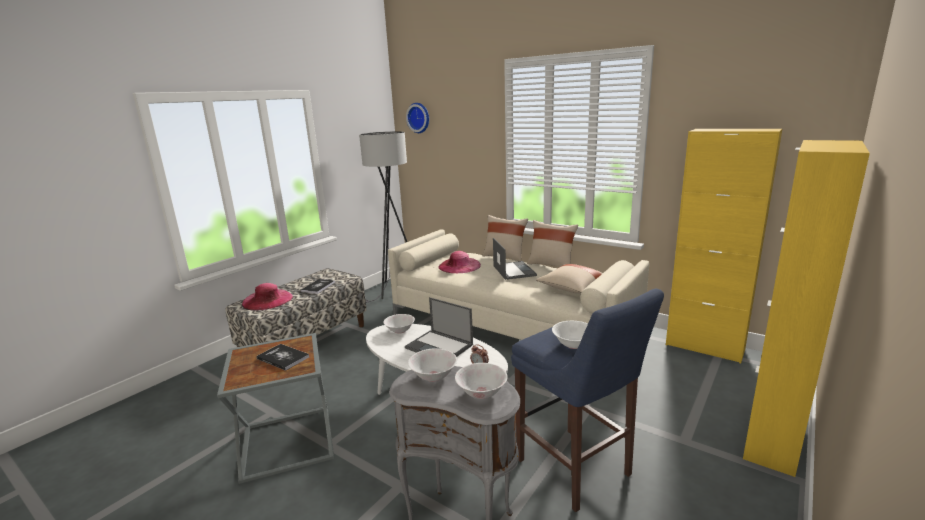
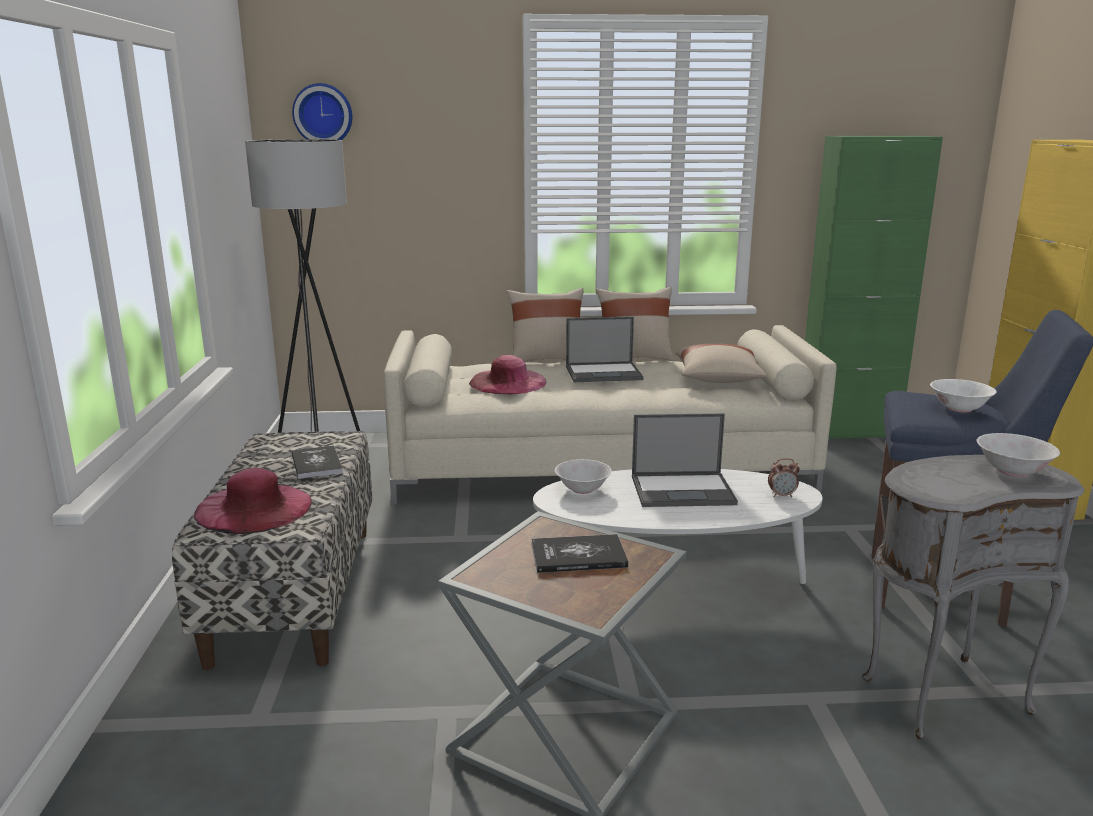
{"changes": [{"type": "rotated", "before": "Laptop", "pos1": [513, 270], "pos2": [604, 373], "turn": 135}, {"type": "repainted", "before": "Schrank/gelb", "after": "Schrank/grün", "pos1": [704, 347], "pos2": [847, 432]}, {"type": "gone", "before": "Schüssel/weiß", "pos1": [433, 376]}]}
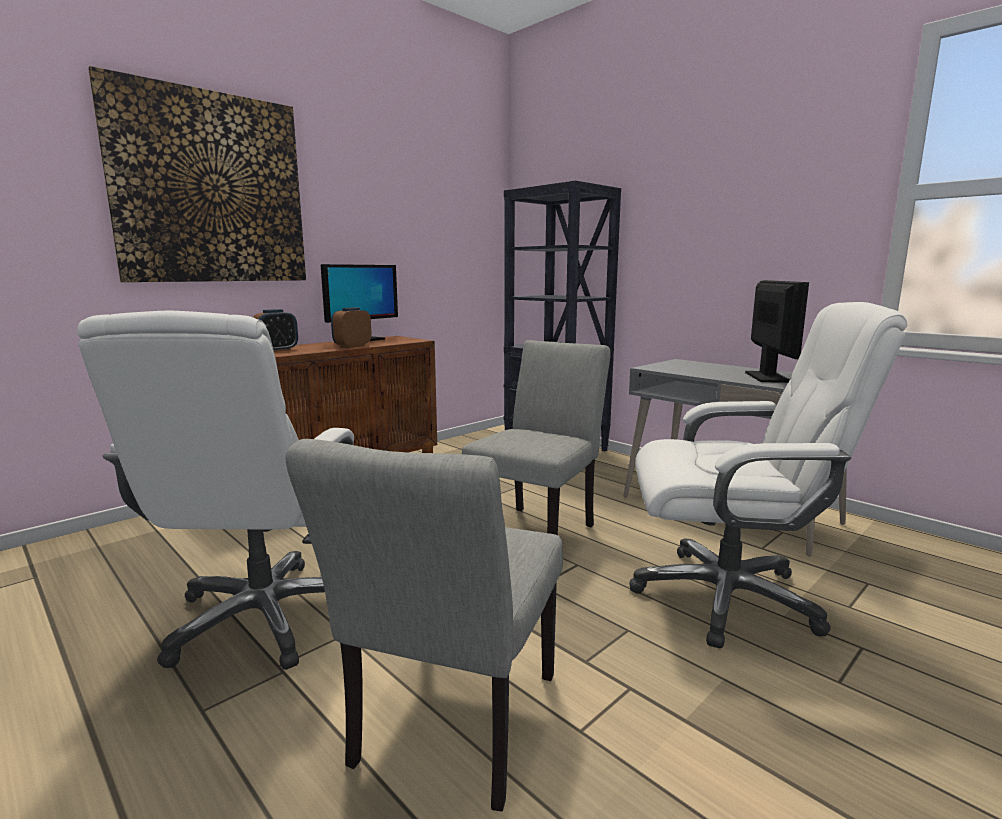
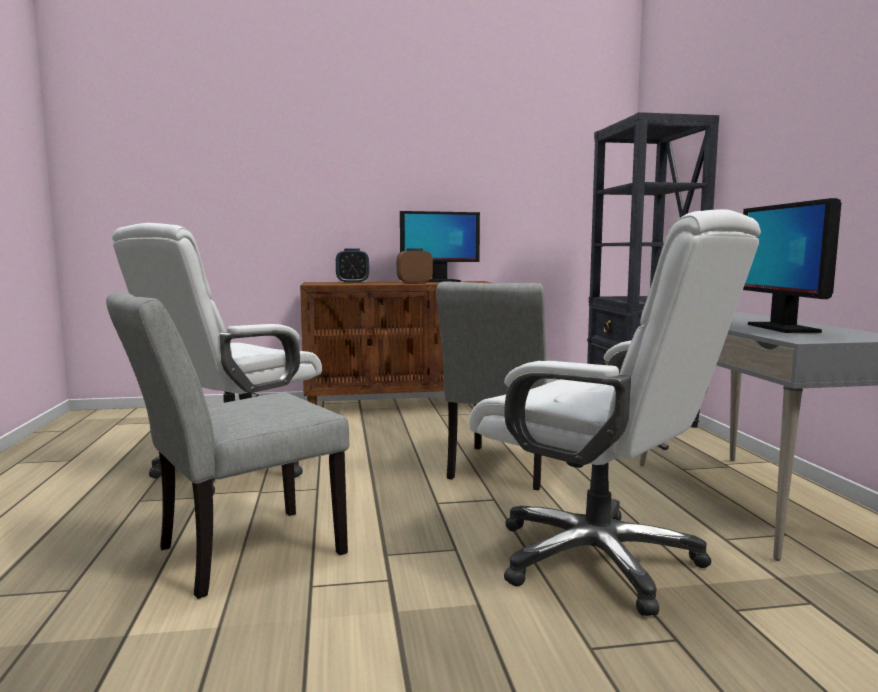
{"changes": [{"type": "rotated", "before": "Stuhl/grau", "pos1": [538, 531], "pos2": [502, 470], "turn": 135}, {"type": "rotated", "before": "Monitor", "pos1": [767, 377], "pos2": [782, 328], "turn": 135}, {"type": "gone", "before": "Bild", "pos1": [210, 189]}]}
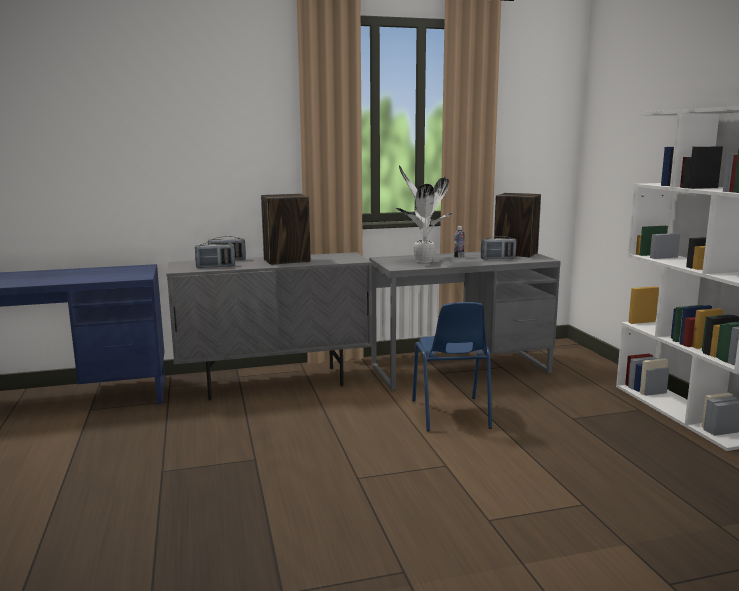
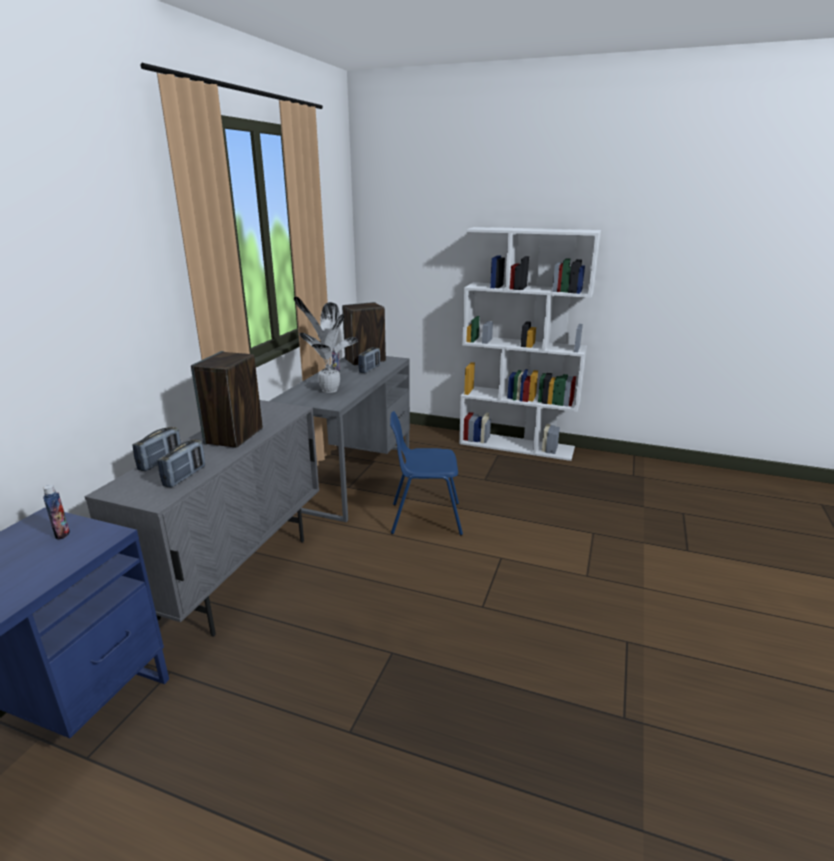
{"changes": [{"type": "new", "after": "Flasche", "pos2": [62, 534]}, {"type": "rotated", "before": "Stuhl/blau", "pos1": [450, 414], "pos2": [425, 518], "turn": 150}]}
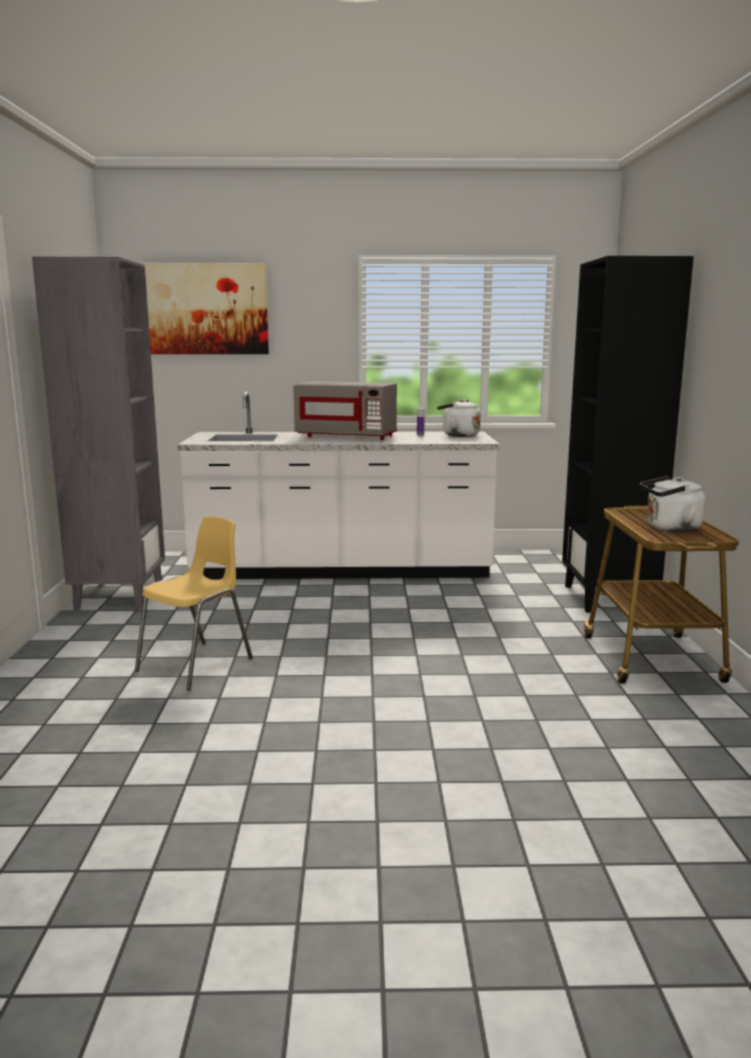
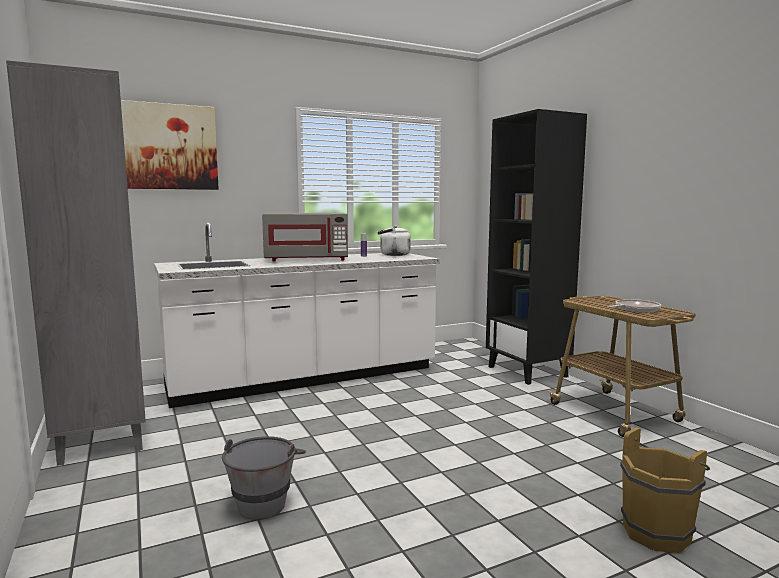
{"changes": [{"type": "swapped", "before": "Stuhl/gelb", "after": "Eimer/grau", "pos1": [197, 665], "pos2": [265, 500]}, {"type": "swapped", "before": "Wasserkessel/weiß", "after": "Pfanne", "pos1": [670, 528], "pos2": [635, 309]}, {"type": "new", "after": "Eimer/braun", "pos2": [659, 531]}]}
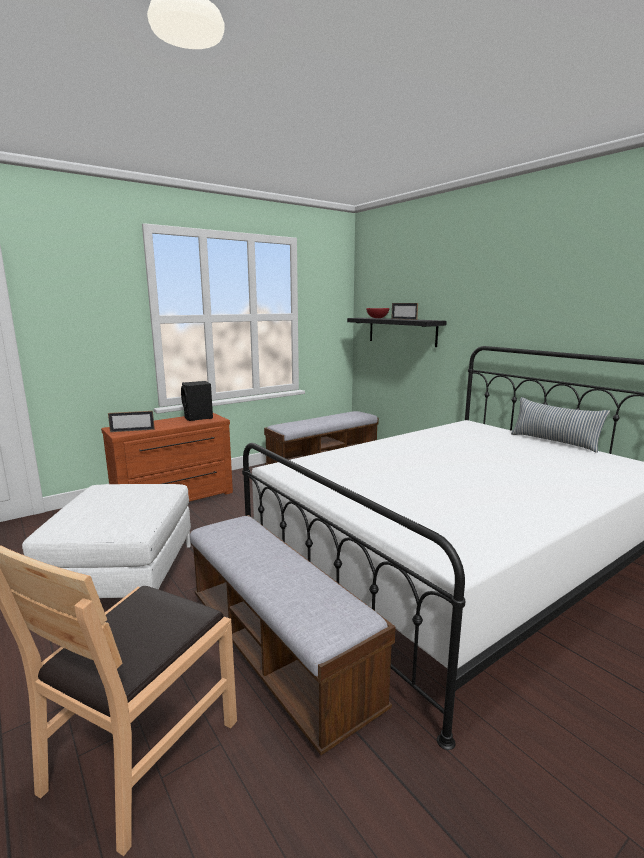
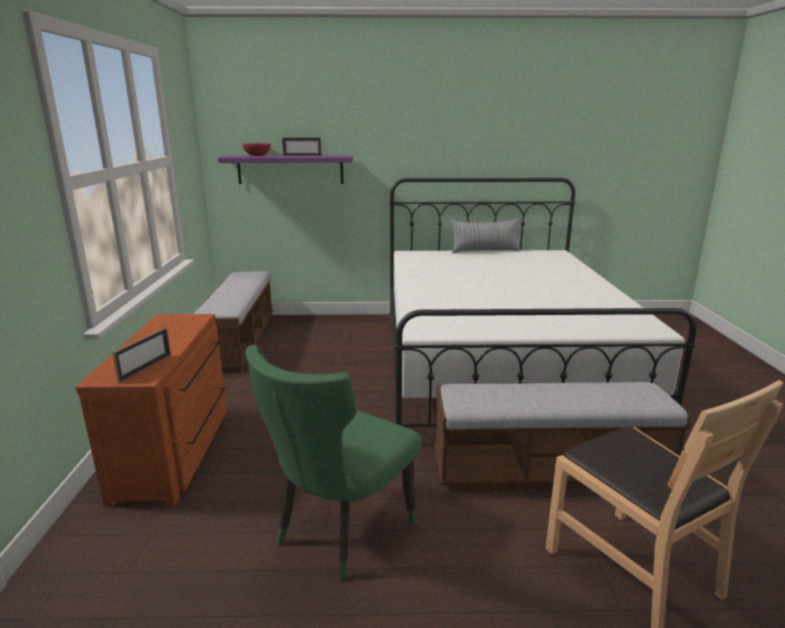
{"changes": [{"type": "repainted", "before": "Wandregal/schwarz", "after": "Wandregal/lila", "pos1": [401, 331], "pos2": [290, 169]}, {"type": "swapped", "before": "Polsterhocker/weiß", "after": "Stuhl/grün", "pos1": [123, 577], "pos2": [339, 532]}, {"type": "gone", "before": "Lautsprecher/schwarz", "pos1": [198, 418]}]}
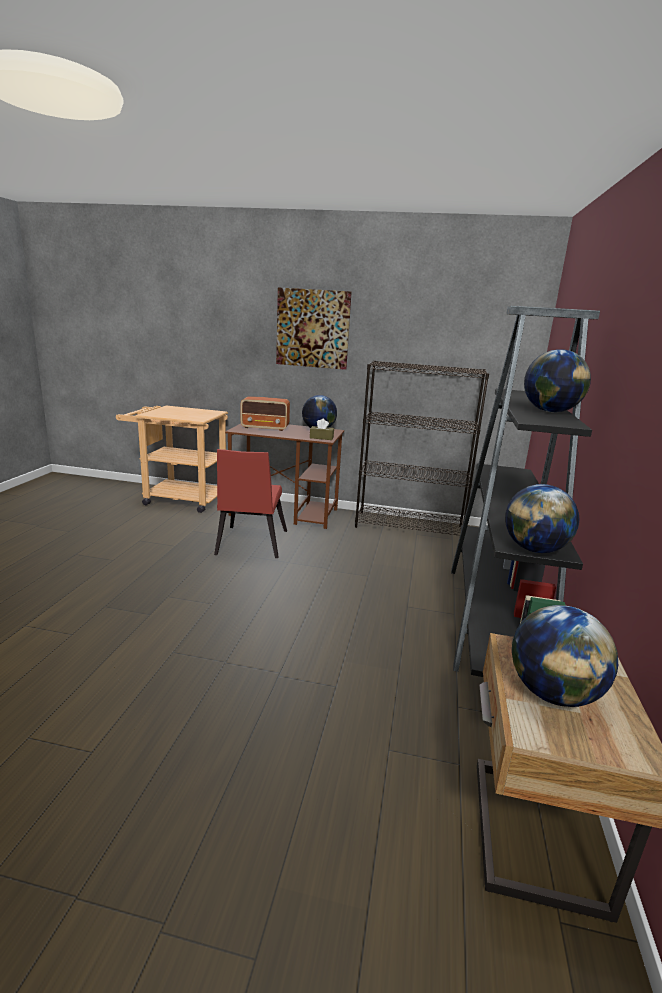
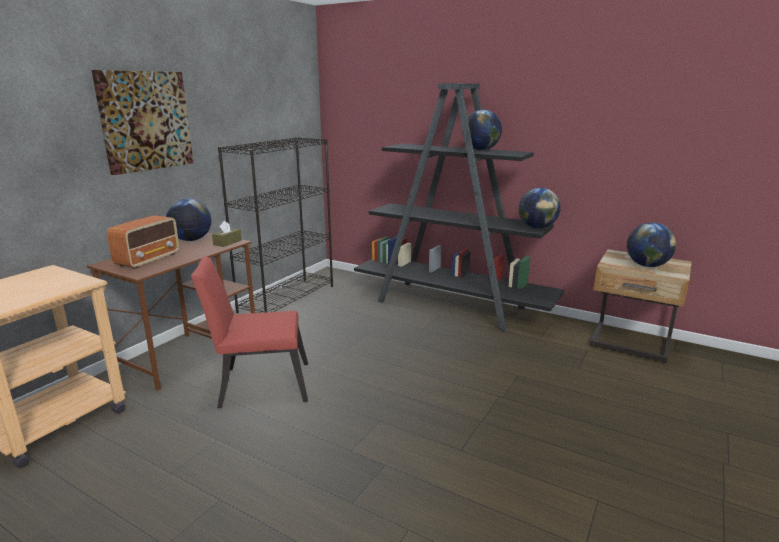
{"changes": [{"type": "rotated", "before": "Stuhl/rot", "pos1": [250, 544], "pos2": [258, 384], "turn": 150}]}
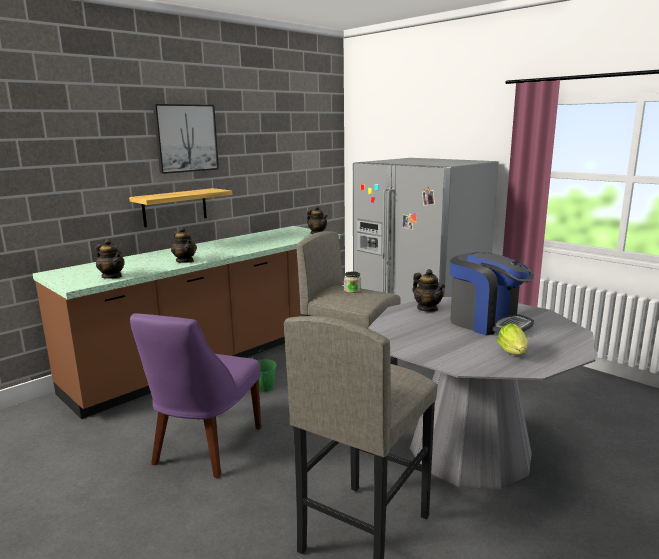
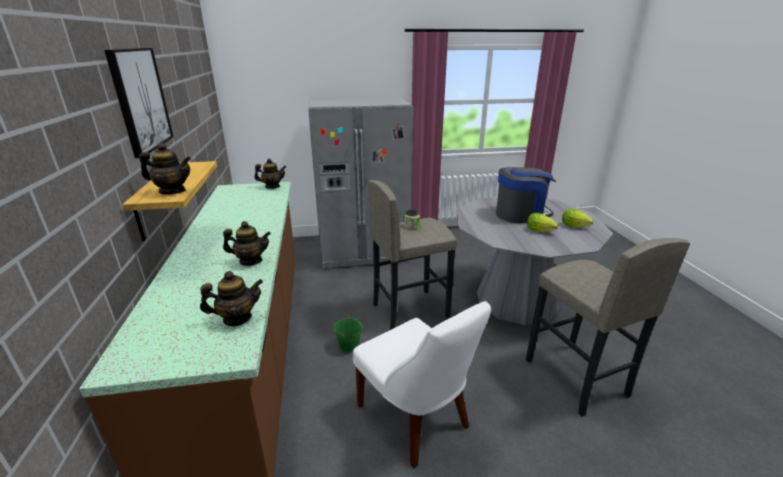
{"changes": [{"type": "shifted", "before": "Teekanne", "pos1": [427, 309], "pos2": [172, 191]}, {"type": "repainted", "before": "Stuhl/lila", "after": "Stuhl/weiß", "pos1": [205, 448], "pos2": [415, 419]}, {"type": "new", "after": "Salatkopf", "pos2": [541, 231]}]}
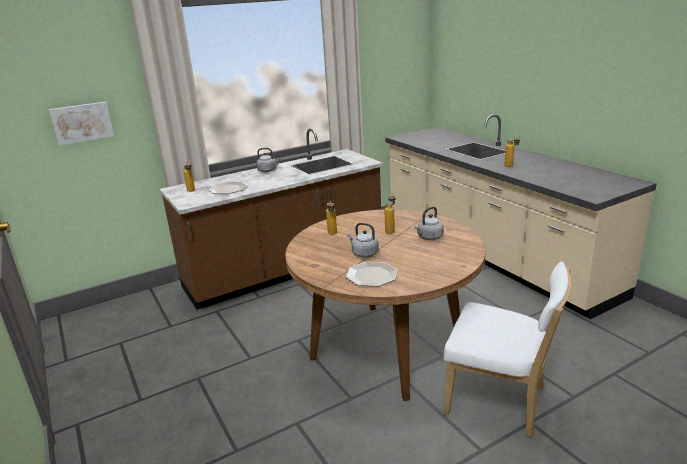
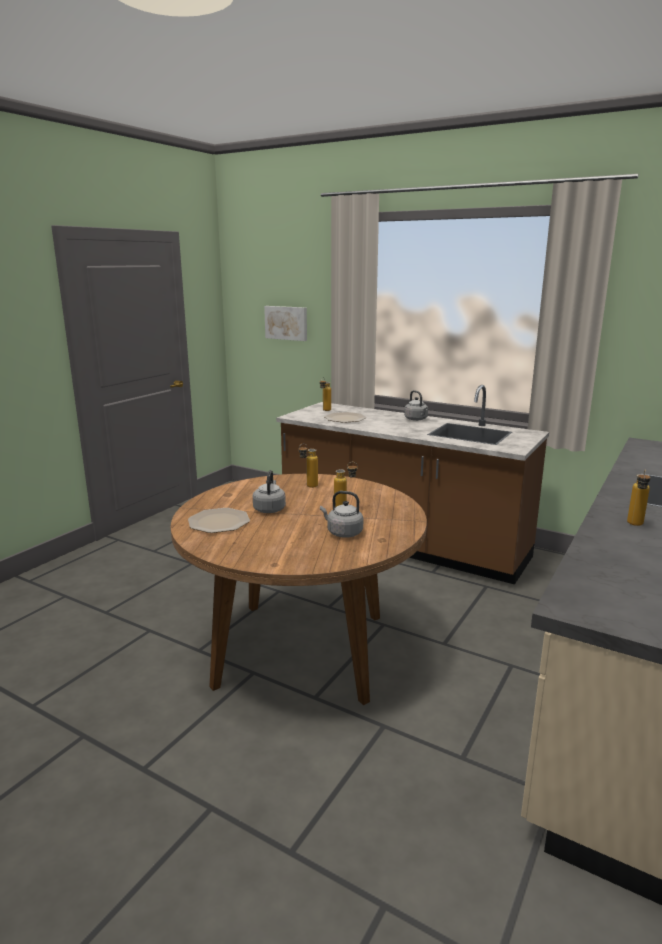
{"changes": [{"type": "gone", "before": "Stuhl/weiß", "pos1": [500, 401]}]}
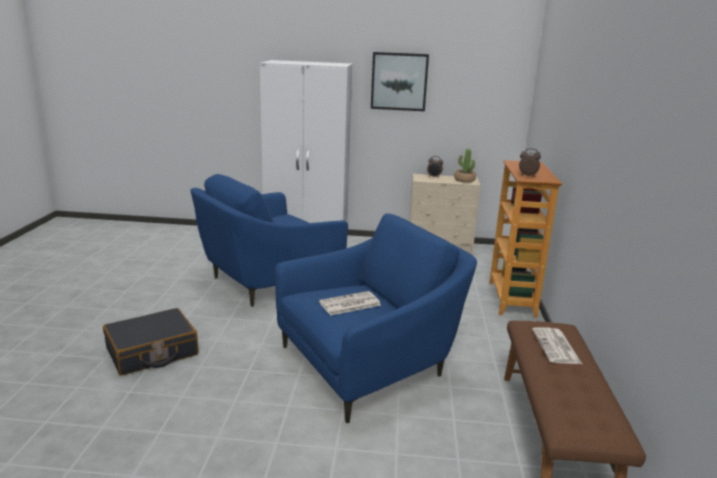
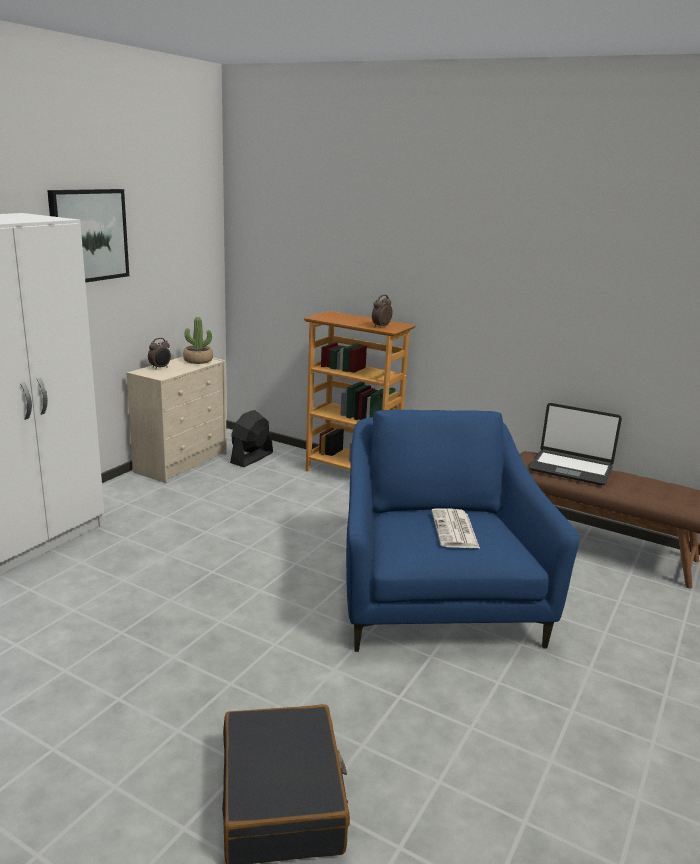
{"changes": [{"type": "new", "after": "Ventilator/schwarz", "pos2": [251, 458]}, {"type": "swapped", "before": "Zeitung", "after": "Laptop", "pos1": [556, 347], "pos2": [571, 468]}, {"type": "gone", "before": "Sessel/blau", "pos1": [268, 281]}]}
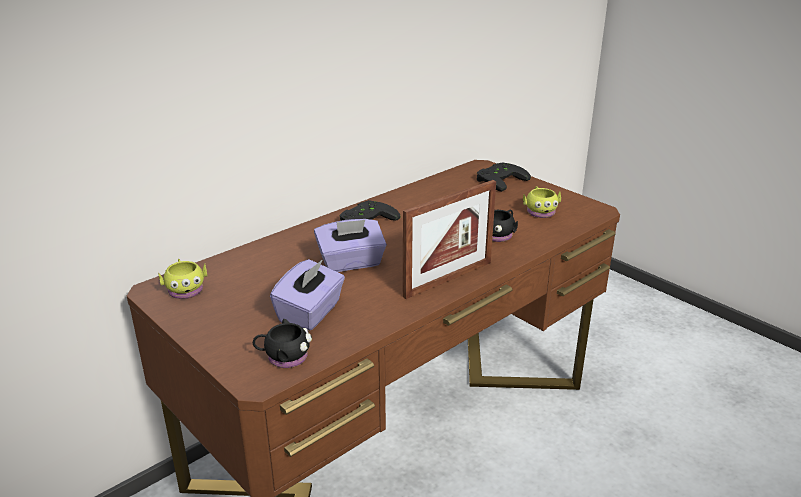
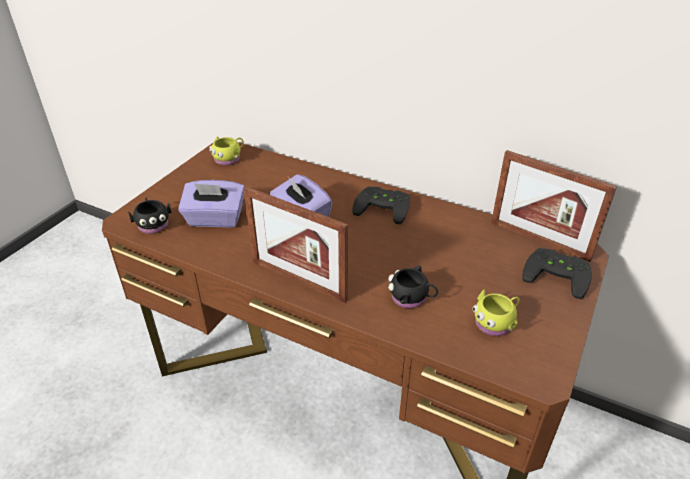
{"changes": [{"type": "new", "after": "Bilderrahmen", "pos2": [539, 240]}]}
